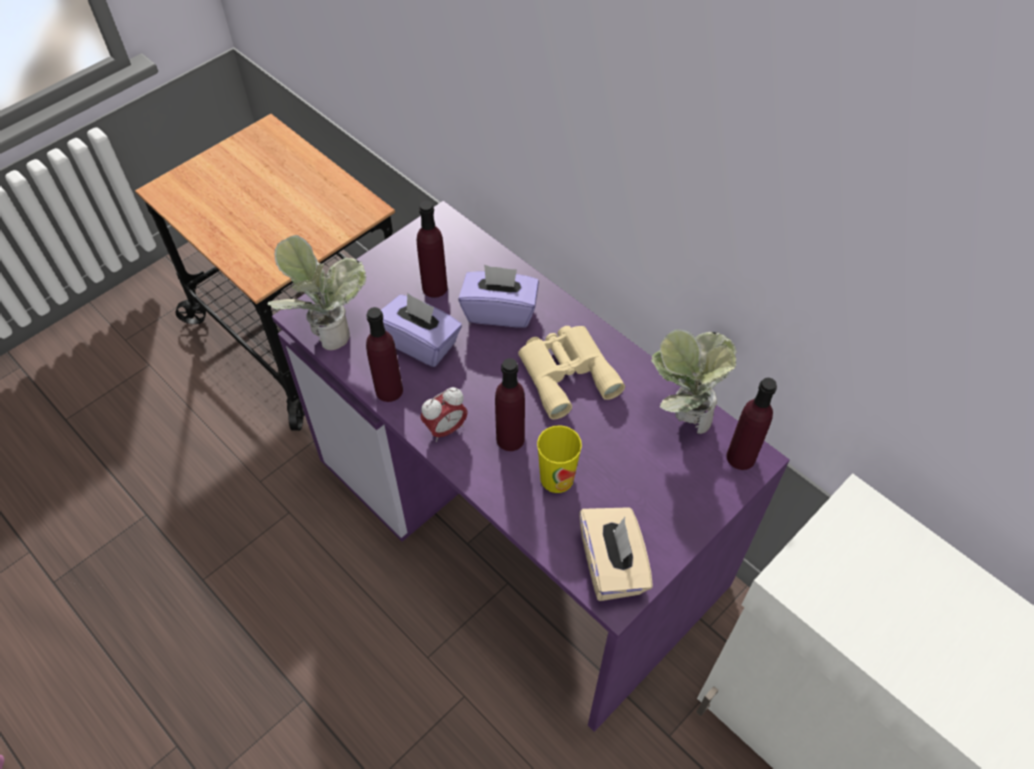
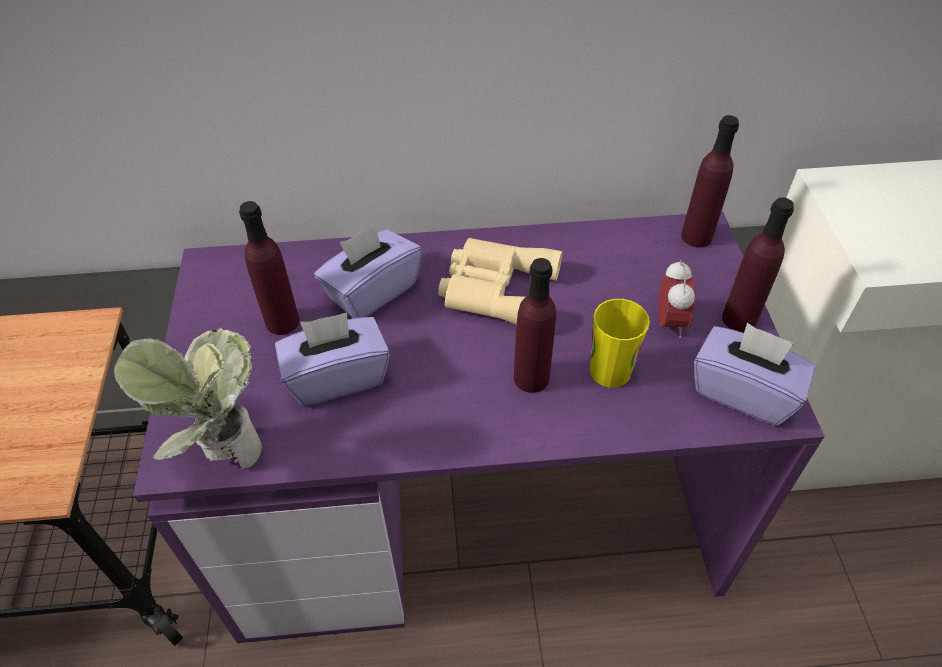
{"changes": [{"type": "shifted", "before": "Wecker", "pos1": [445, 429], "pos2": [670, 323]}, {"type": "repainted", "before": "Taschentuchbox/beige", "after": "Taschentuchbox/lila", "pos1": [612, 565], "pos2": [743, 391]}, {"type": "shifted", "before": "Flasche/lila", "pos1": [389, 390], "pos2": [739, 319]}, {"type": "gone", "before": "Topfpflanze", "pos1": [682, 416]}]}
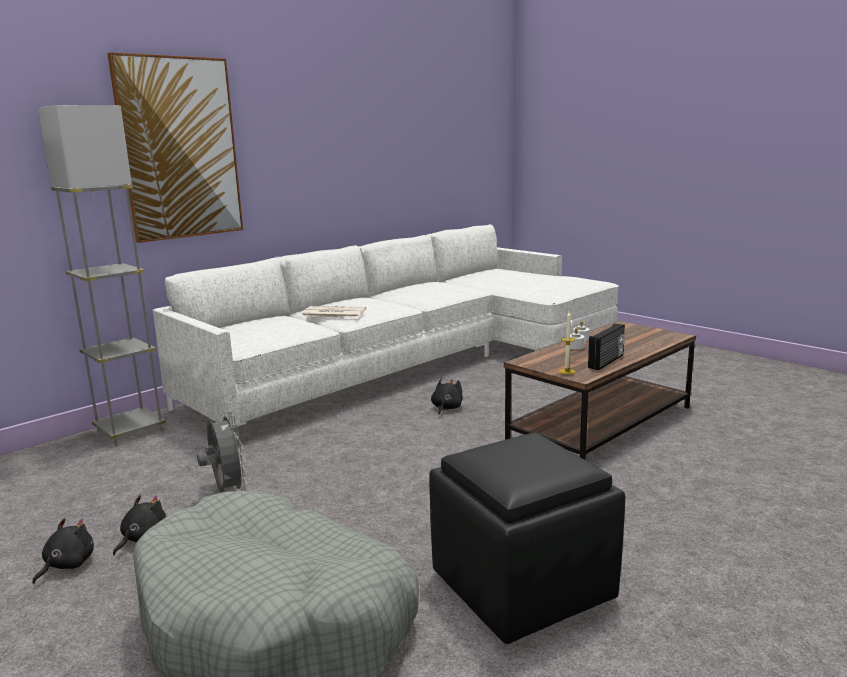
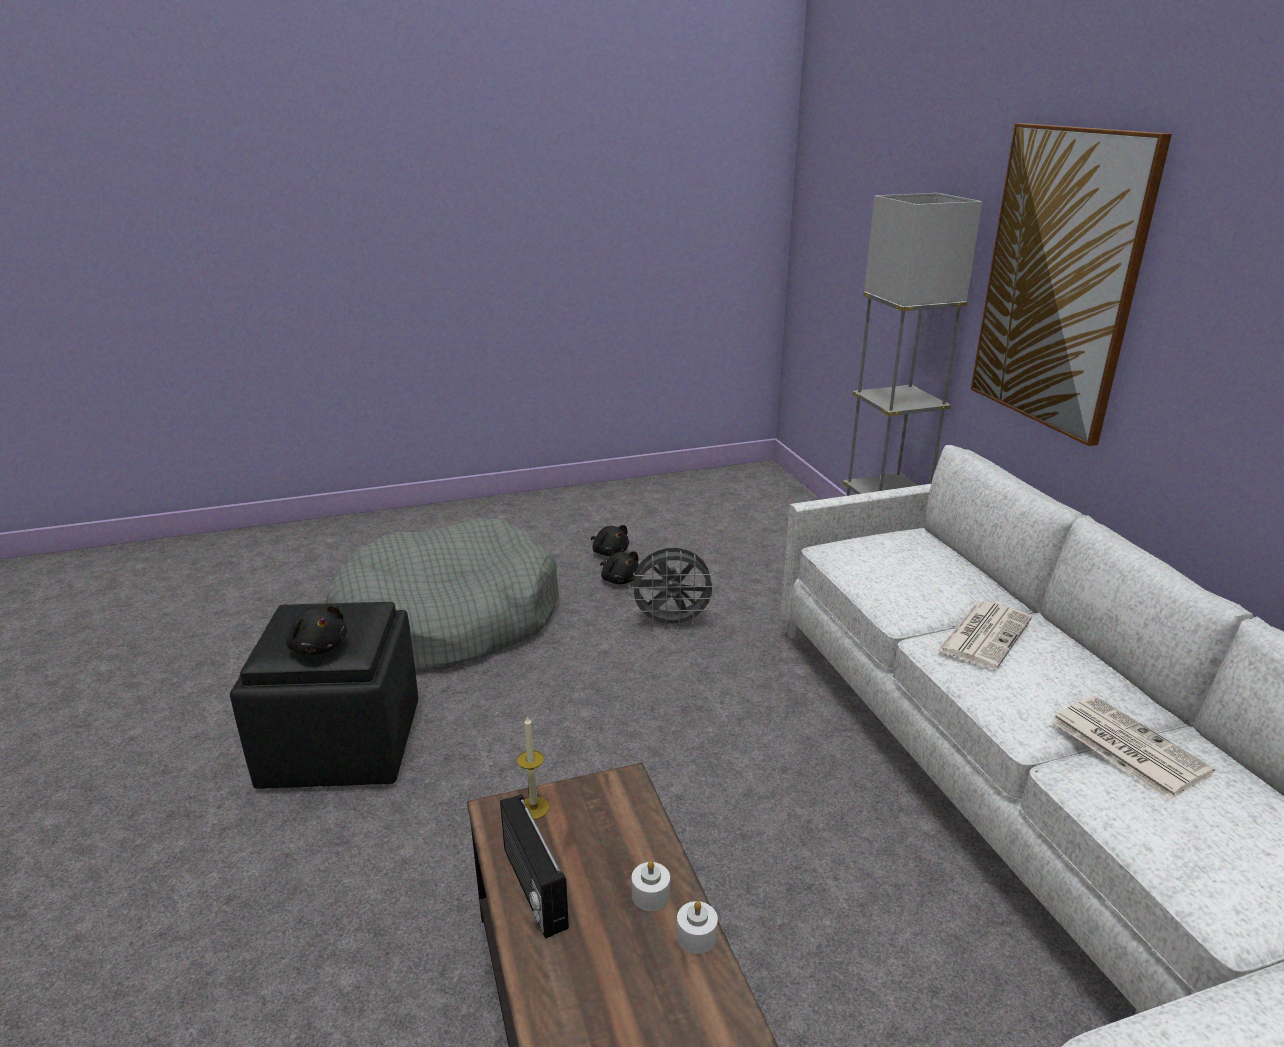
{"changes": [{"type": "shifted", "before": "Plüschtier/schwarz", "pos1": [446, 408], "pos2": [318, 646]}, {"type": "new", "after": "Zeitung", "pos2": [1126, 746]}]}
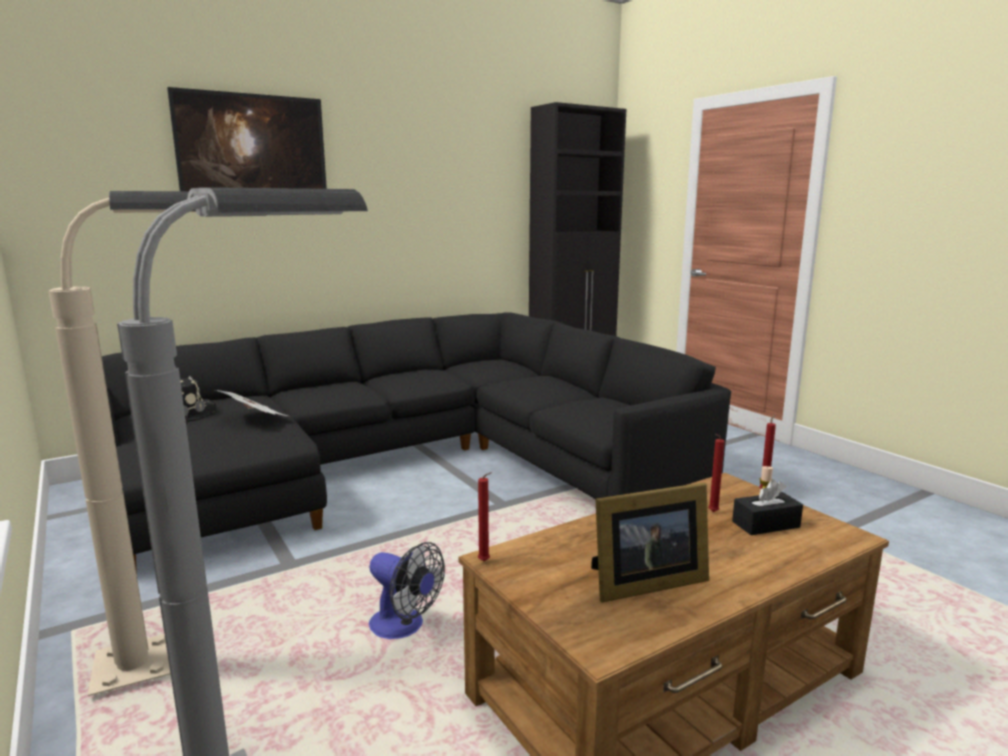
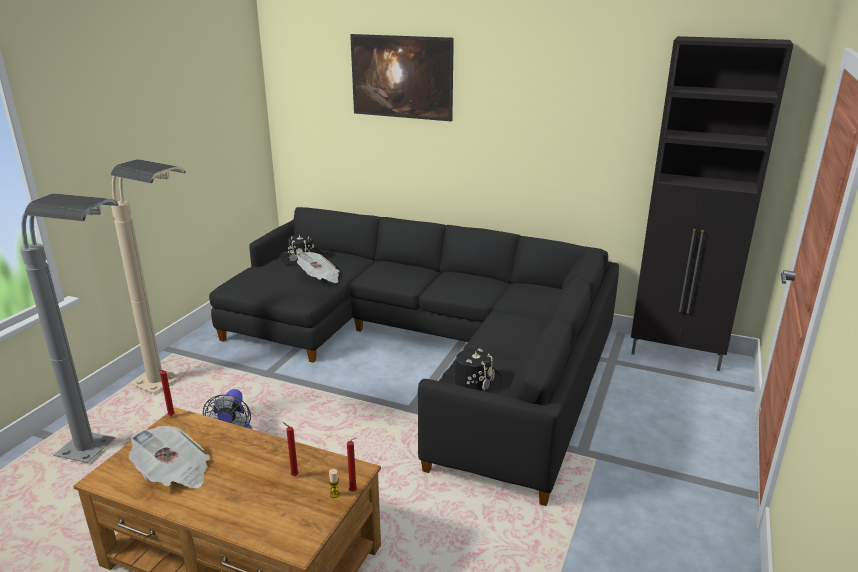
{"changes": [{"type": "swapped", "before": "Bilderrahmen", "after": "Zeitung", "pos1": [643, 583], "pos2": [174, 473]}, {"type": "new", "after": "Hut/schwarz", "pos2": [472, 382]}, {"type": "gone", "before": "Taschentuchbox/schwarz", "pos1": [765, 524]}]}
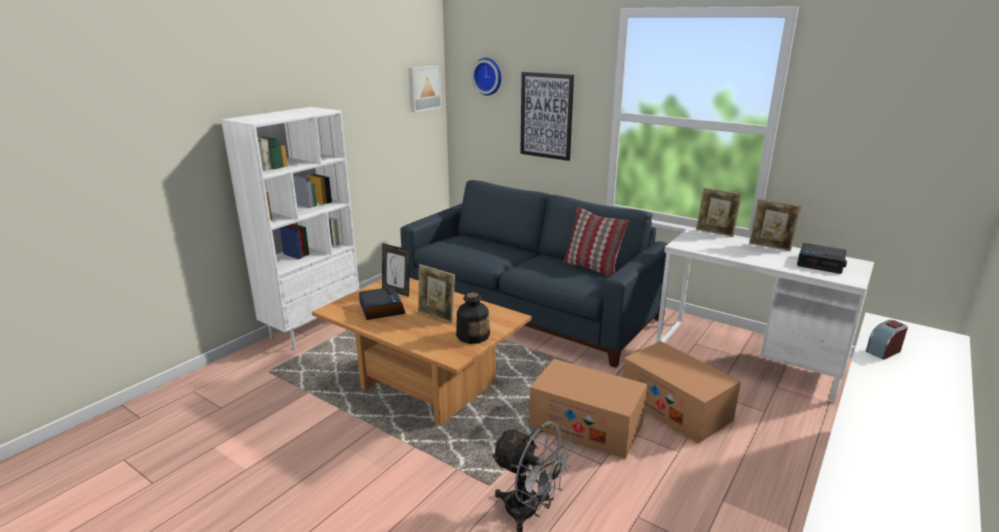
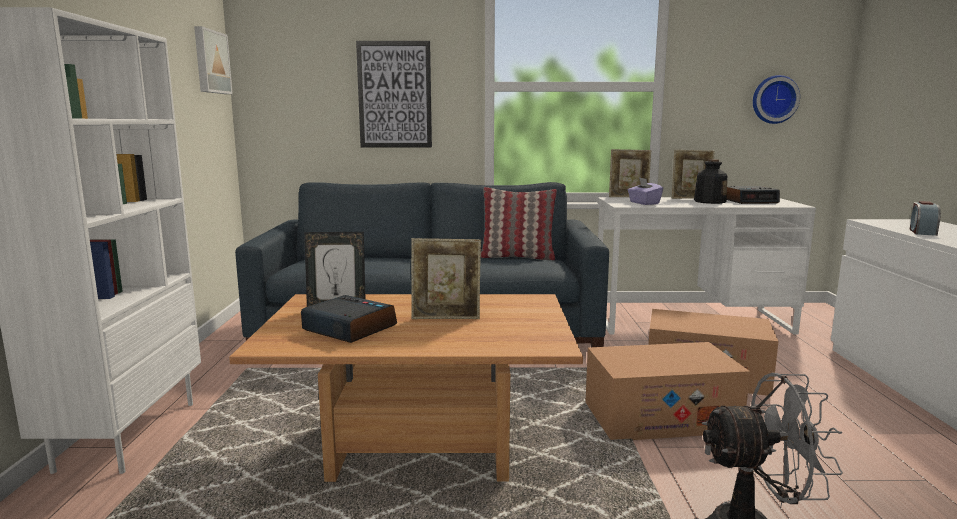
{"changes": [{"type": "new", "after": "Taschentuchbox/lila", "pos2": [644, 203]}, {"type": "shifted", "before": "Flasche", "pos1": [473, 336], "pos2": [709, 201]}, {"type": "shifted", "before": "Wanduhr", "pos1": [488, 76], "pos2": [774, 99]}]}
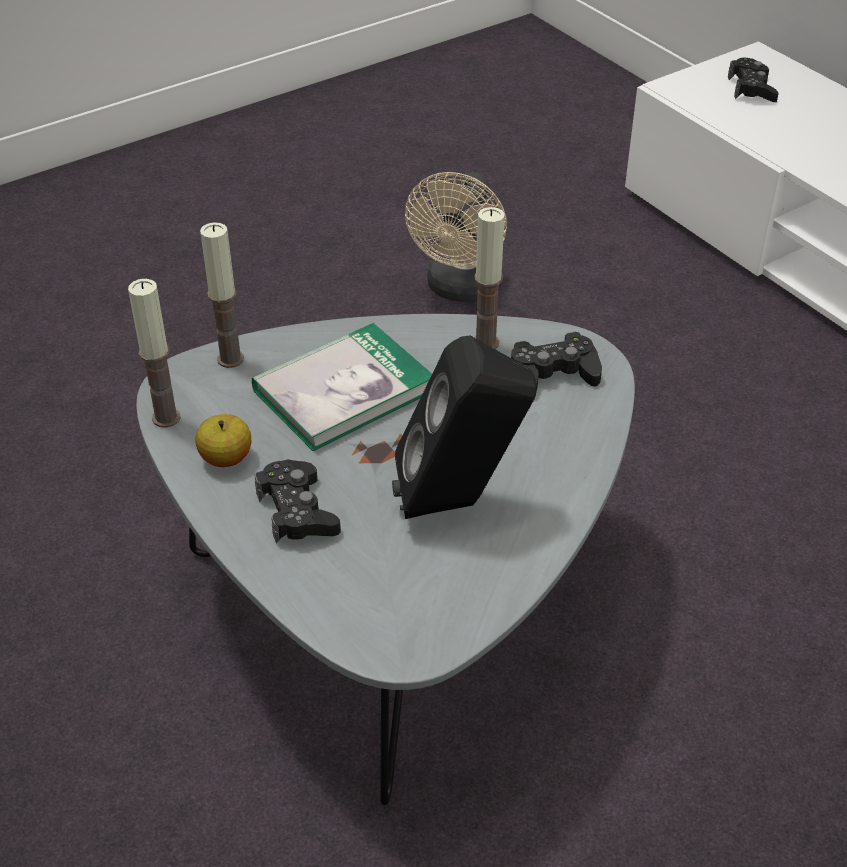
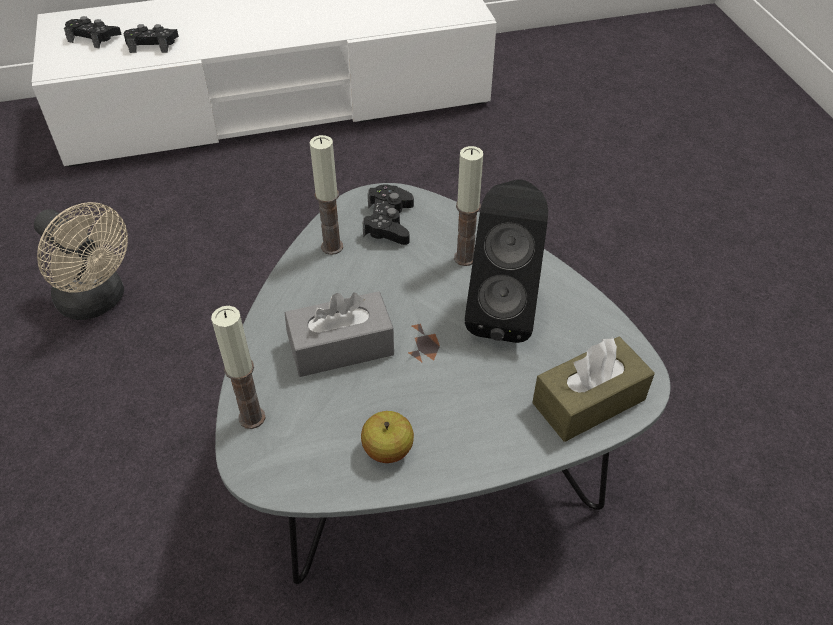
{"changes": [{"type": "shifted", "before": "Gamepad/schwarz", "pos1": [297, 511], "pos2": [152, 44]}, {"type": "swapped", "before": "Buch", "after": "Taschentuchbox/grau", "pos1": [343, 390], "pos2": [341, 347]}, {"type": "shifted", "before": "Kerze", "pos1": [166, 417], "pos2": [465, 258]}, {"type": "new", "after": "Taschentuchbox/braun", "pos2": [588, 401]}]}
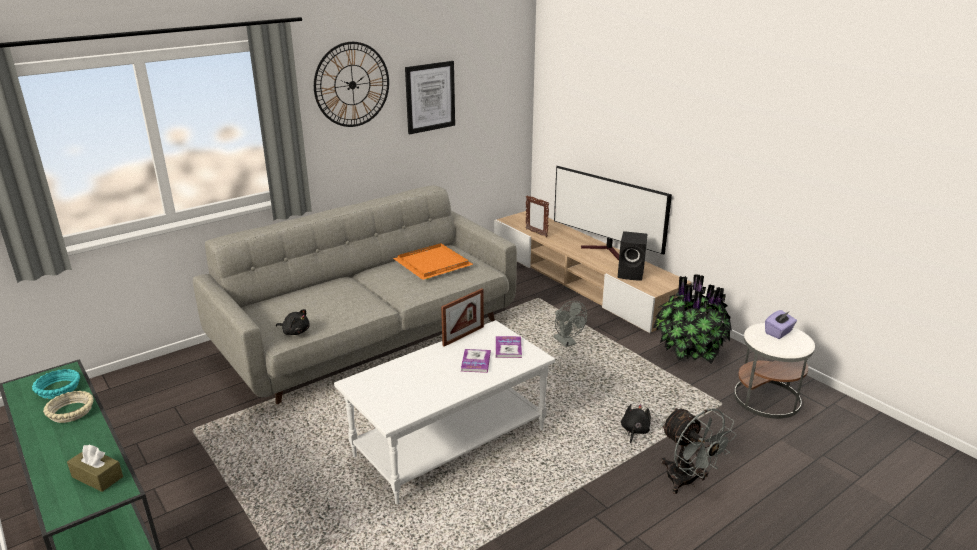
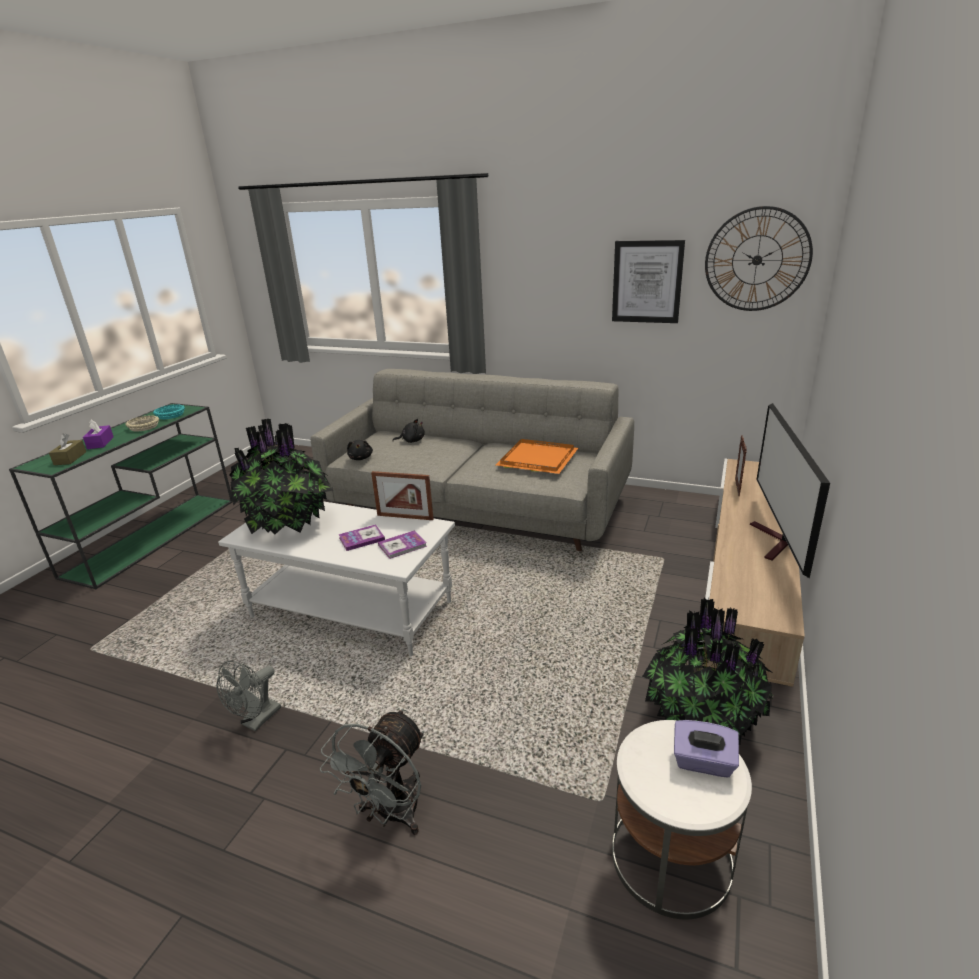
{"changes": [{"type": "new", "after": "Taschentuchbox/lila", "pos2": [100, 443]}, {"type": "shifted", "before": "Ventilator/grau", "pos1": [567, 343], "pos2": [257, 721]}, {"type": "new", "after": "Topfpflanze", "pos2": [290, 523]}, {"type": "shifted", "before": "Plüschtier/schwarz", "pos1": [634, 431], "pos2": [411, 441]}, {"type": "shifted", "before": "Wanduhr", "pos1": [352, 85], "pos2": [757, 260]}, {"type": "gone", "before": "Lautsprecher/schwarz", "pos1": [632, 274]}]}
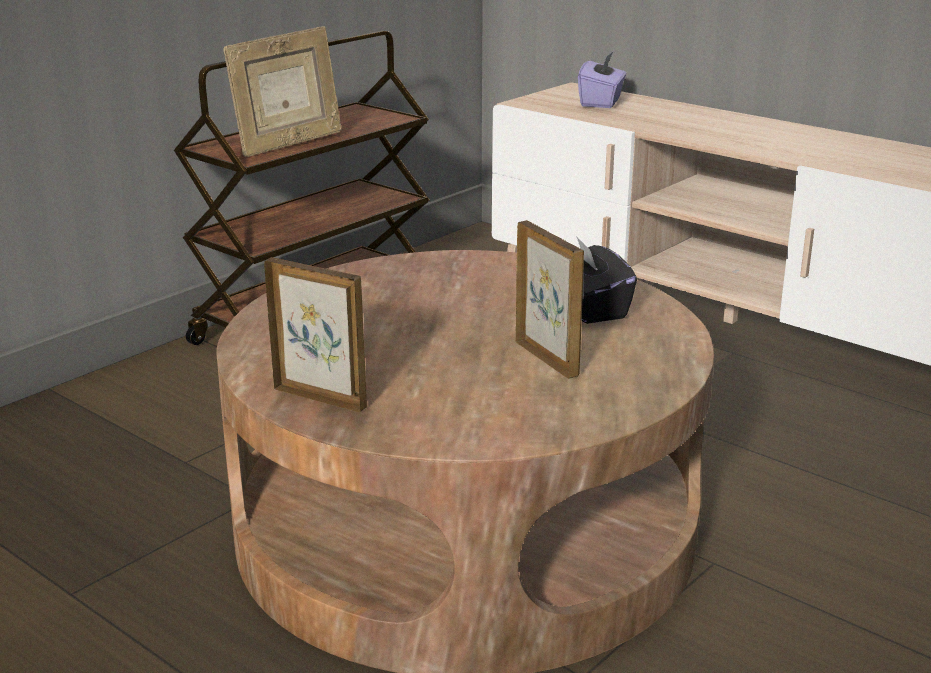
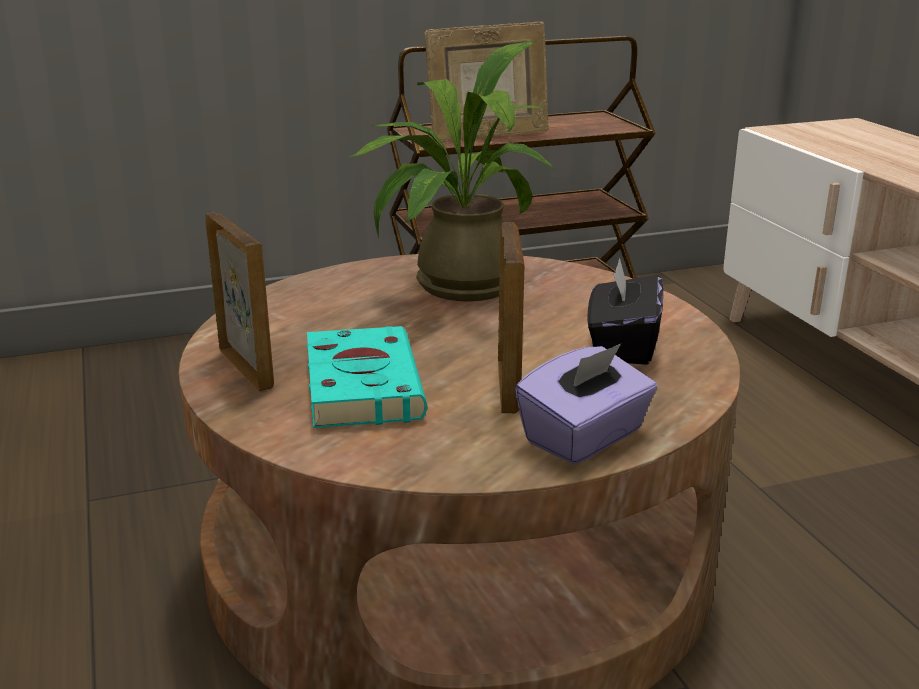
{"changes": [{"type": "new", "after": "Buch/türkis", "pos2": [361, 384]}, {"type": "new", "after": "Topfpflanze", "pos2": [454, 288]}, {"type": "shifted", "before": "Taschentuchbox/lila", "pos1": [601, 102], "pos2": [585, 438]}]}
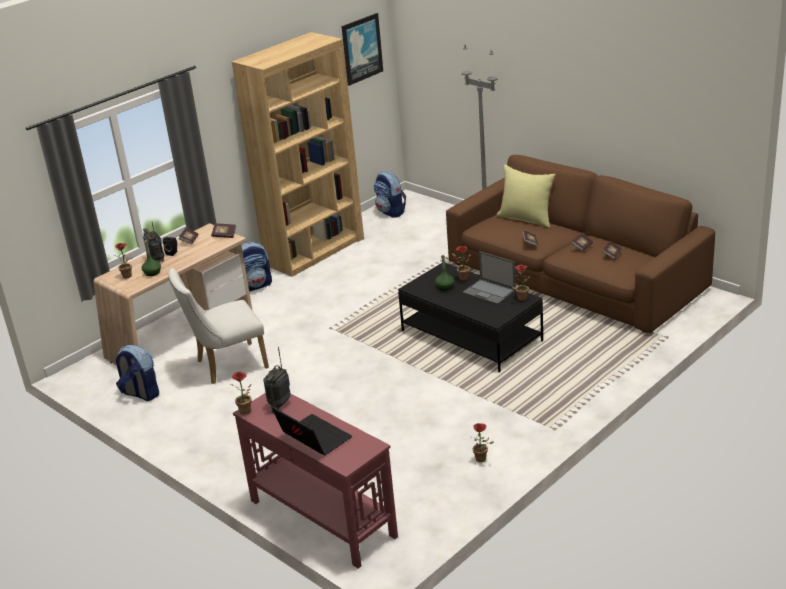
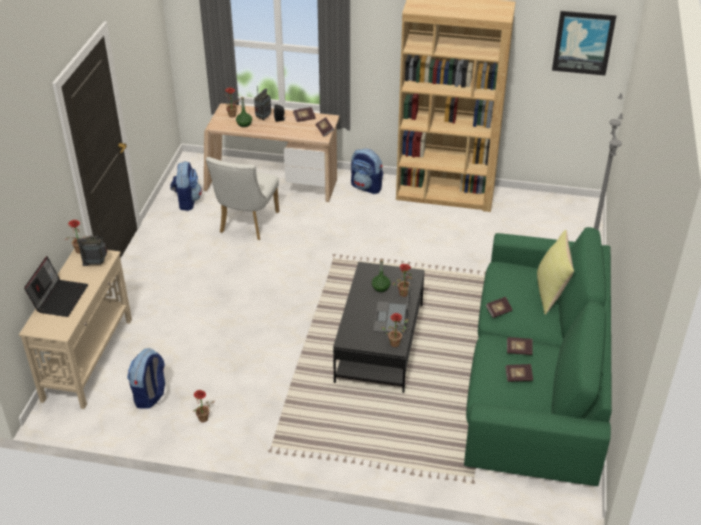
{"changes": [{"type": "repainted", "before": "Konsolentisch/rot", "after": "Konsolentisch/beige", "pos1": [322, 517], "pos2": [88, 358]}, {"type": "shifted", "before": "Rucksack", "pos1": [391, 212], "pos2": [150, 395]}, {"type": "rotated", "before": "Stuhl/weiß", "pos1": [226, 365], "pos2": [246, 225], "turn": -105}, {"type": "repainted", "before": "Sofa/braun", "after": "Sofa/grün", "pos1": [574, 276], "pos2": [535, 374]}]}
